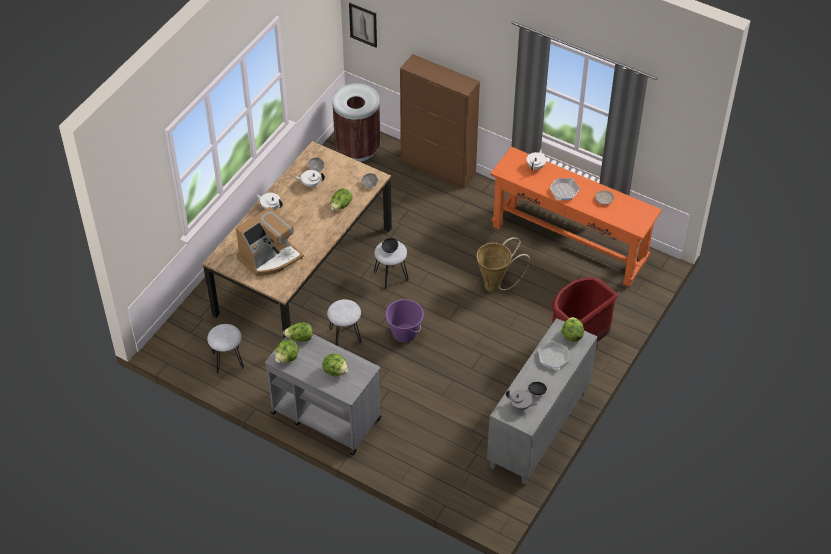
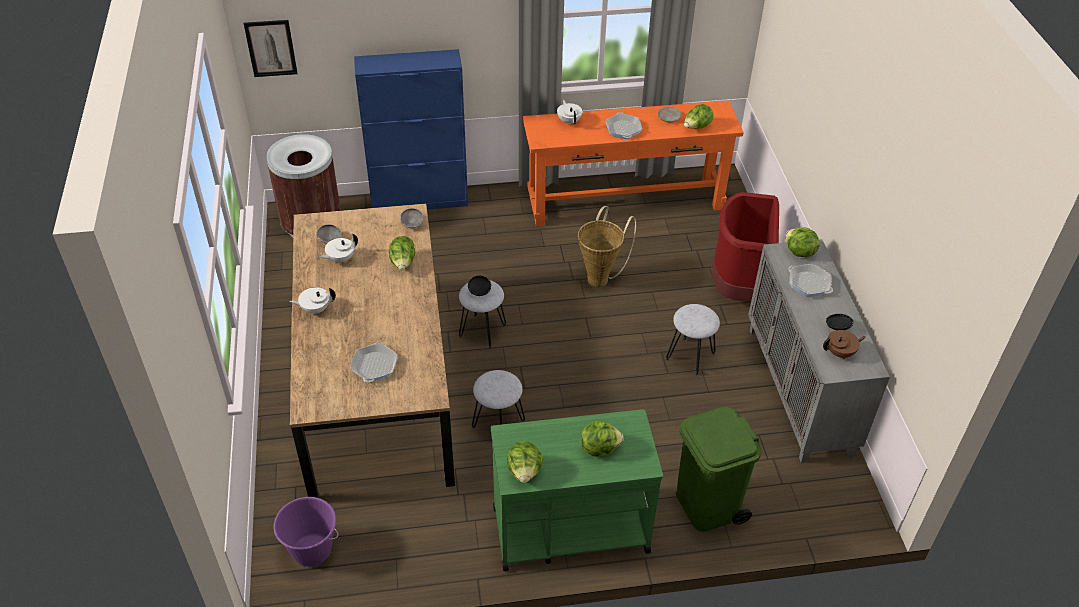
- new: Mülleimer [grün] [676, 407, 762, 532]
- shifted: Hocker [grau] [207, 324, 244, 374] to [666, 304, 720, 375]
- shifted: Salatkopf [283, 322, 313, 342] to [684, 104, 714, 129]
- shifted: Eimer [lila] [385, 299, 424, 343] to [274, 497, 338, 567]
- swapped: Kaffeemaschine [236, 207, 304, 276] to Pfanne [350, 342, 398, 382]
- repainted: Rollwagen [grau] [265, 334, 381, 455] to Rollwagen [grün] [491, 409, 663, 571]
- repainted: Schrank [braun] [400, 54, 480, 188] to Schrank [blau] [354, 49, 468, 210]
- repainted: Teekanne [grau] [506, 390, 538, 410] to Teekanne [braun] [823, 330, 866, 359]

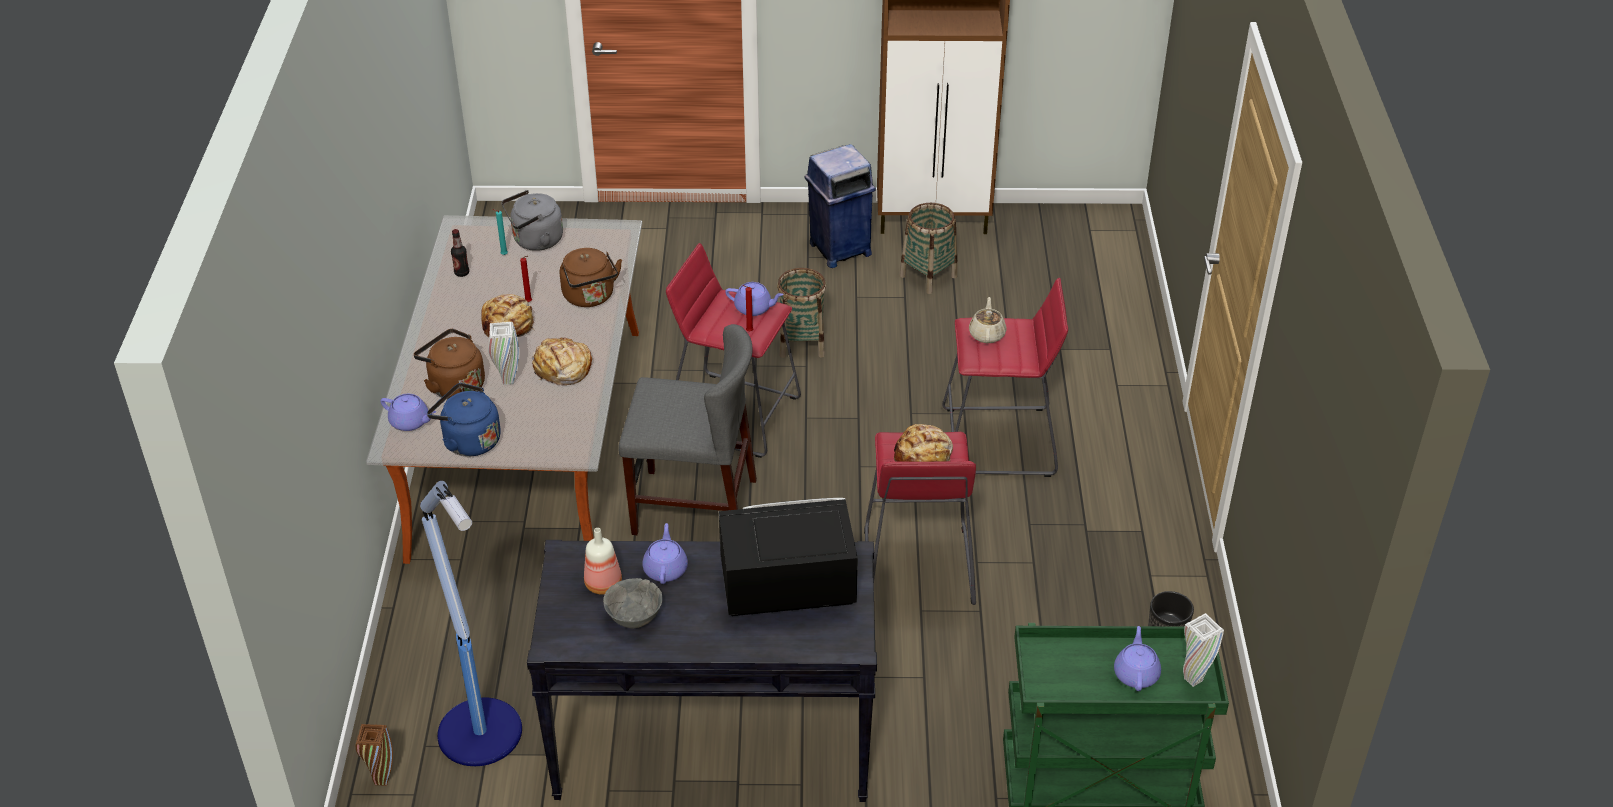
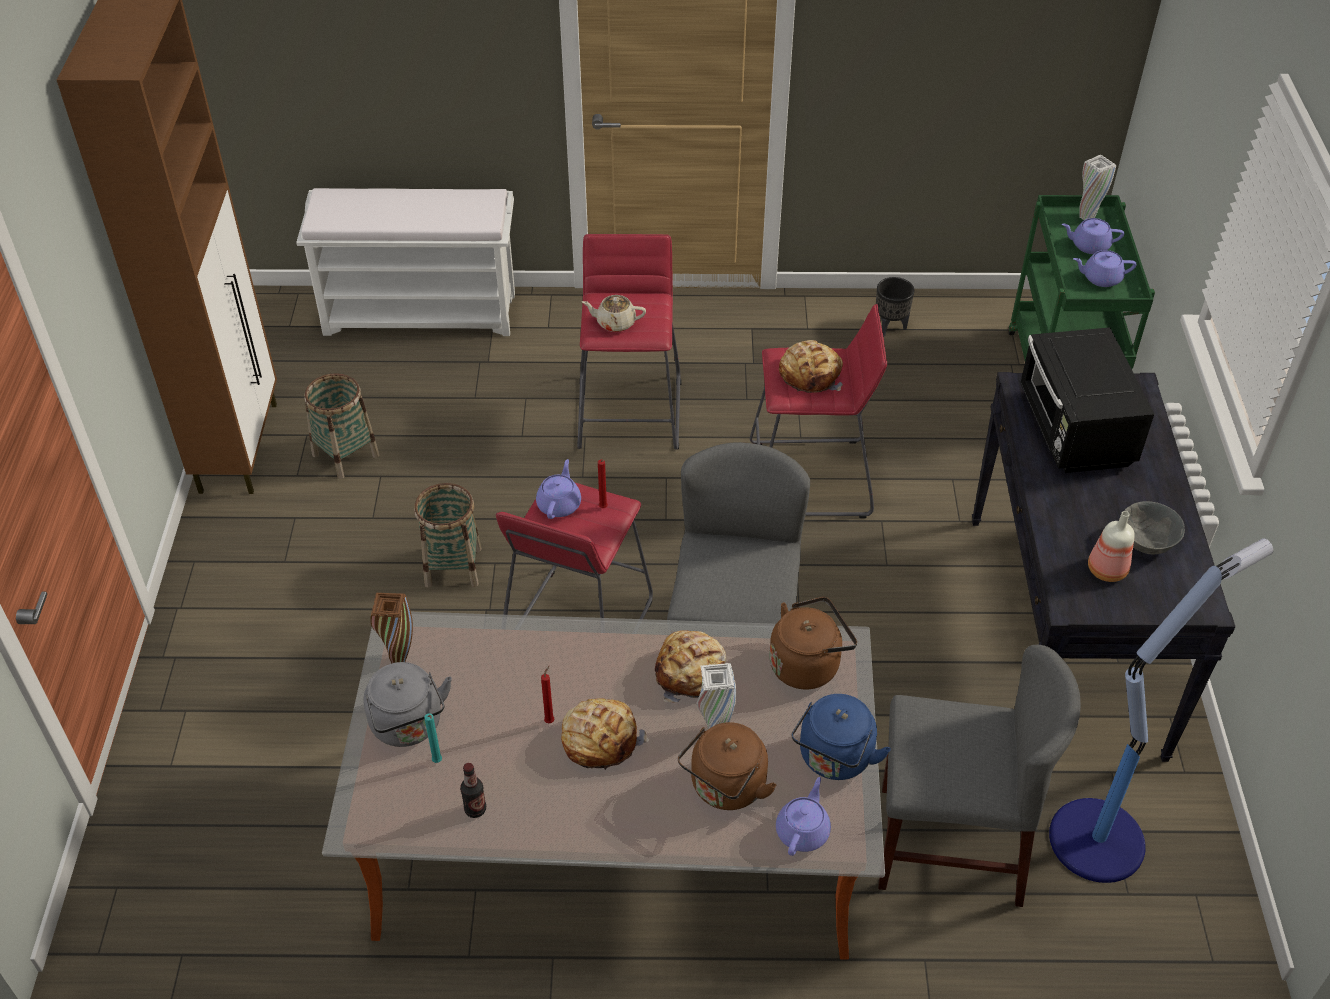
- gone: Mülleimer [blau] [804, 144, 876, 268]
- new: Bank [weiß] [296, 188, 515, 336]
- new: Stuhl [grau] [878, 645, 1081, 907]
- shifted: Vase [braun] [356, 724, 393, 786] to [371, 593, 413, 663]
- shifted: Wasserkessel [braun] [560, 248, 622, 307] to [769, 597, 857, 689]
- shifted: Teekanne [lila] [643, 523, 688, 584] to [1073, 250, 1136, 287]

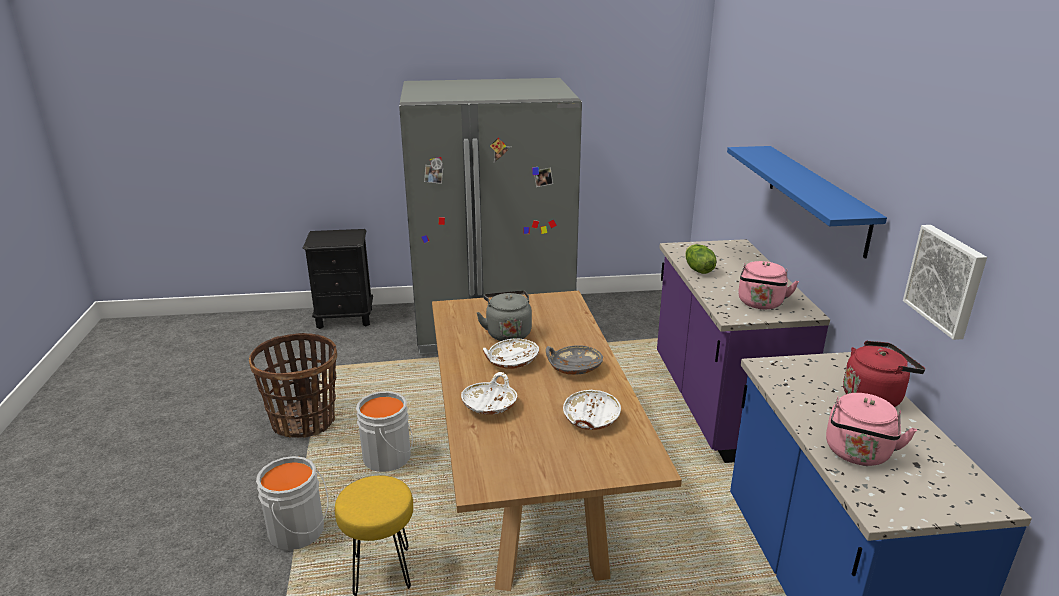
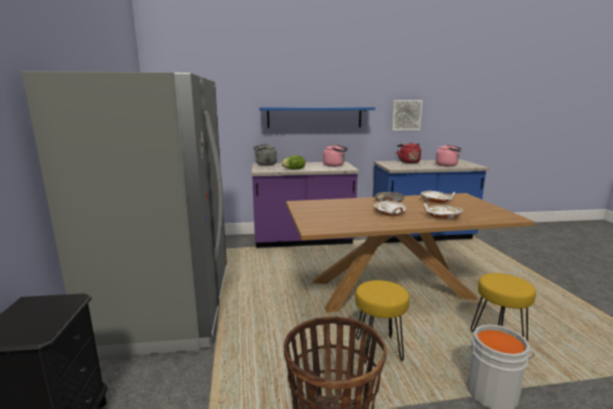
- shifted: Wasserkessel [grau] [477, 290, 532, 341] to [253, 144, 277, 166]
- swapped: Eimer [grau] [356, 391, 413, 472] to Hocker [gelb] [355, 280, 410, 364]

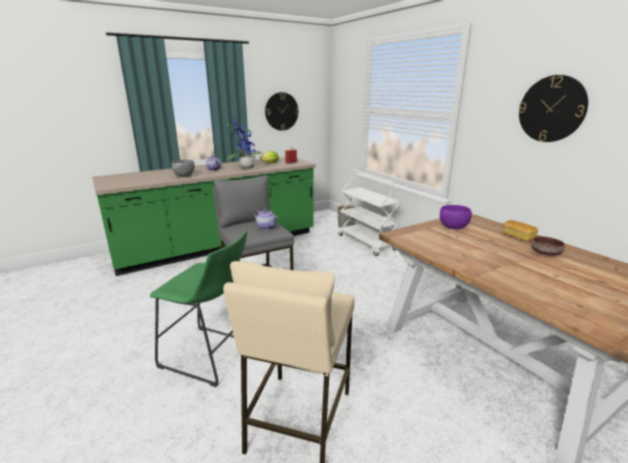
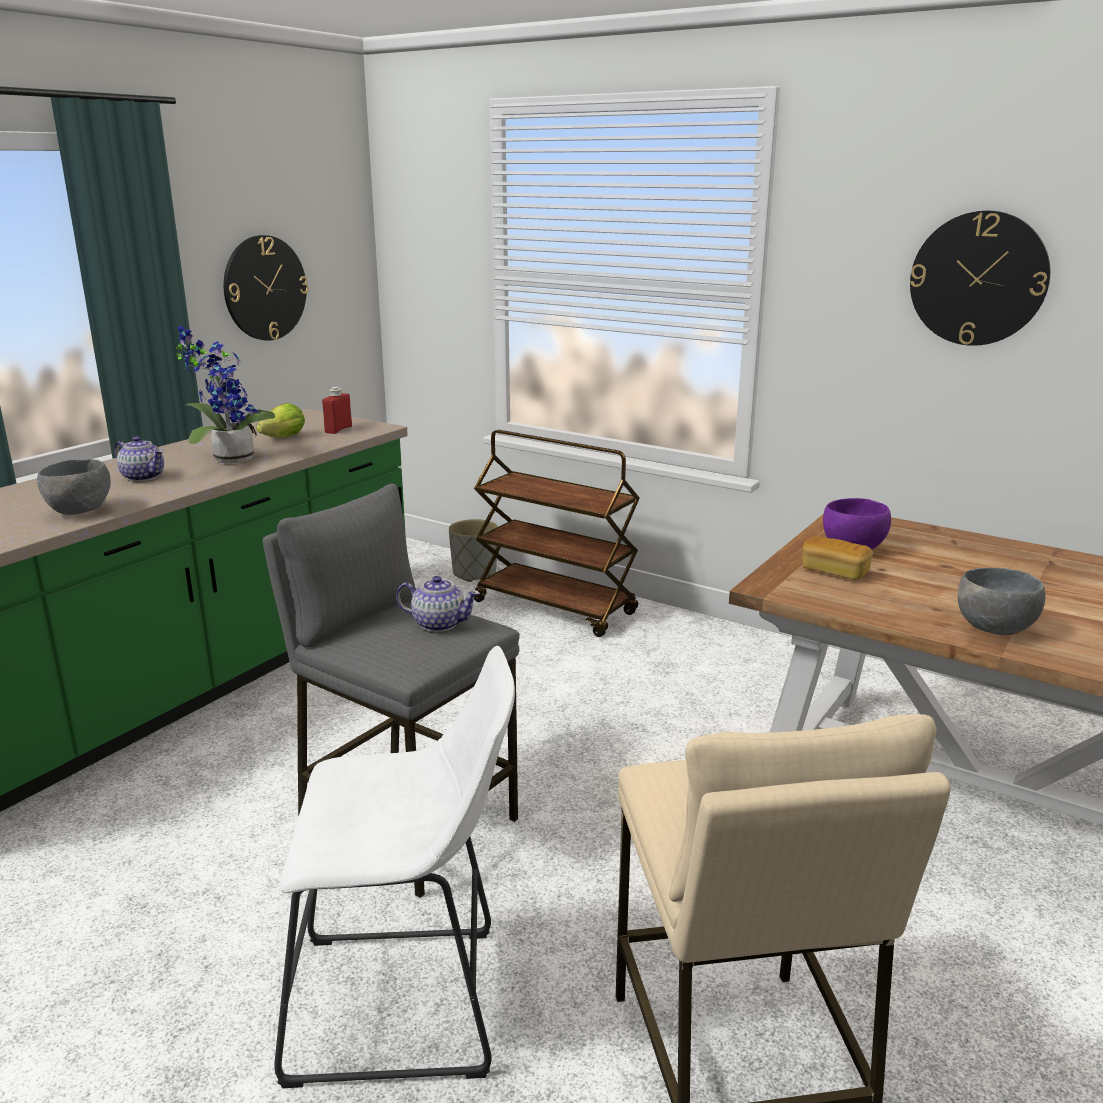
- gone: Schüssel [braun] [531, 236, 565, 255]
- new: Schüssel [grau] [958, 568, 1046, 635]
- shifted: Brot [503, 220, 538, 241] to [803, 536, 873, 580]
- repainted: Hocker [grün] [150, 230, 247, 387] to Hocker [weiß] [274, 646, 515, 1088]
- repainted: Rollwagen [weiß] [339, 170, 401, 256] to Rollwagen [braun] [474, 430, 640, 637]

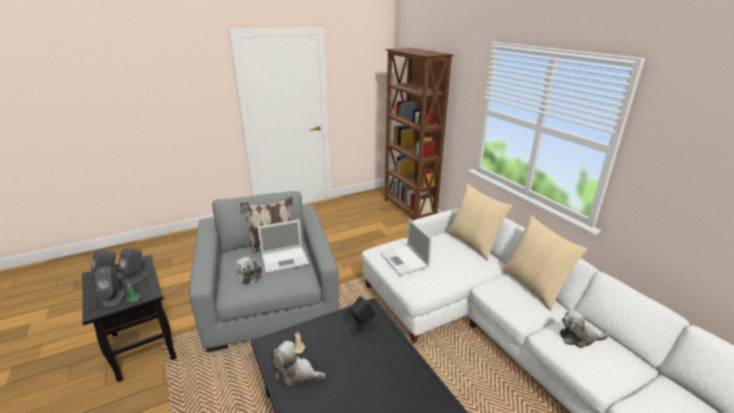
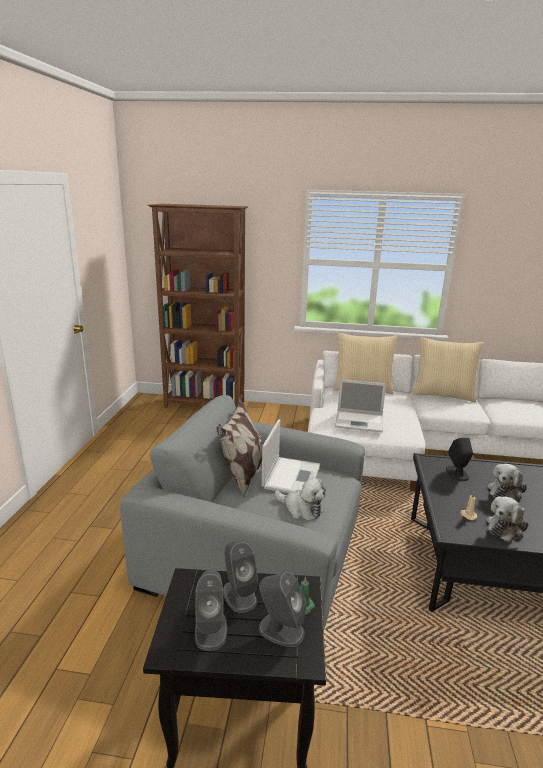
- shifted: Plüschtier [560, 310, 609, 348] to [488, 464, 527, 500]

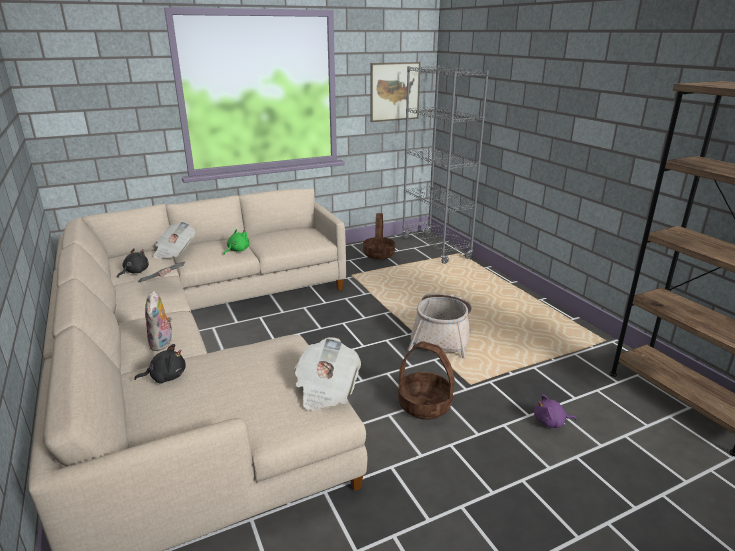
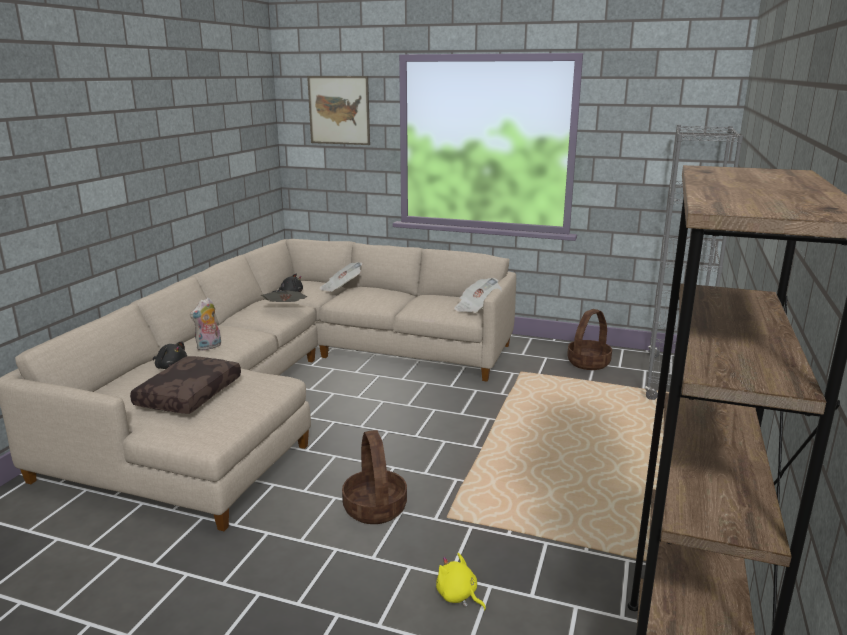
- gone: Plüschtier [grün] [224, 229, 249, 254]
- gone: Korb [408, 293, 472, 359]
- new: Kissen [braun] [130, 356, 241, 414]
- shifted: Zeitung [294, 337, 361, 410] to [454, 278, 502, 313]
- shifted: Bild [371, 62, 421, 122] to [307, 76, 370, 145]
- repainted: Plüschtier [lila] [534, 394, 576, 428] to Plüschtier [gelb] [436, 553, 486, 610]

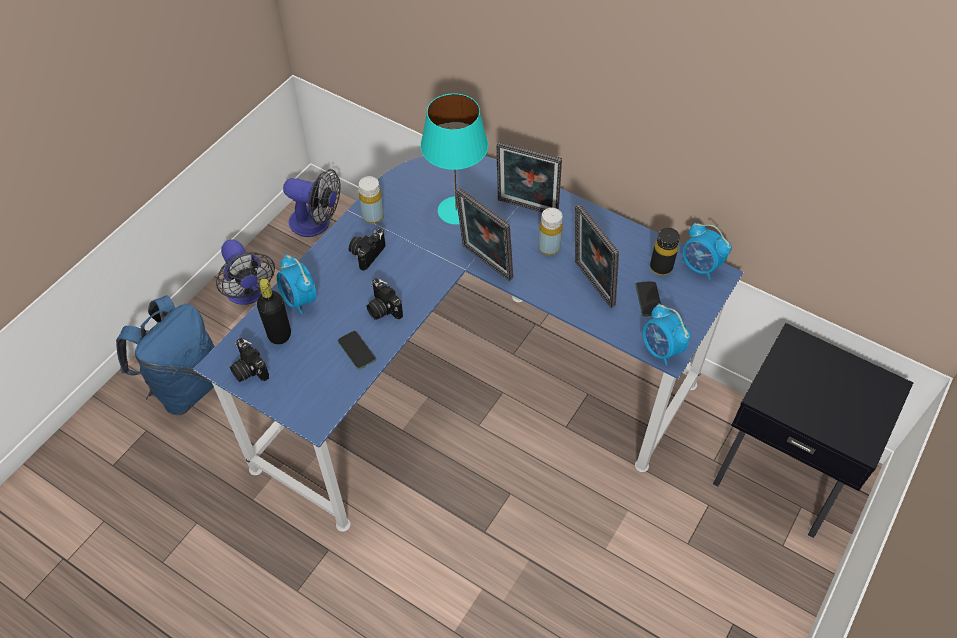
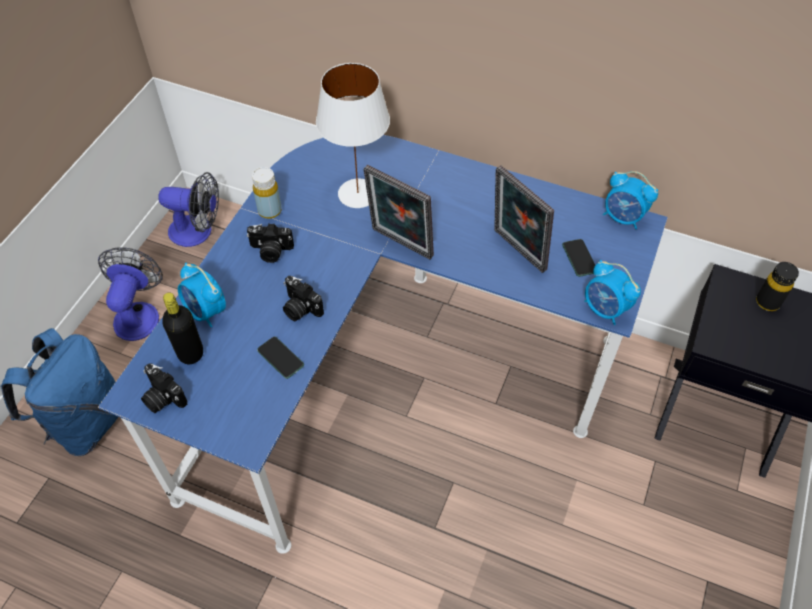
- gone: Bilderrahmen [496, 141, 562, 213]
- gone: Flasche [gelb] [538, 208, 563, 255]
- shifted: Flasche [schwarz] [650, 228, 680, 275] to [756, 262, 799, 311]
- repainted: Tischlampe [türkis] [420, 93, 488, 225] to Tischlampe [weiß] [316, 63, 390, 208]
- rotated: Ventilator [216, 239, 275, 305] = [98, 247, 163, 341] 135 degrees counterclockwise
- rotated: Kamera [349, 228, 385, 271] = [247, 223, 294, 263] 105 degrees counterclockwise

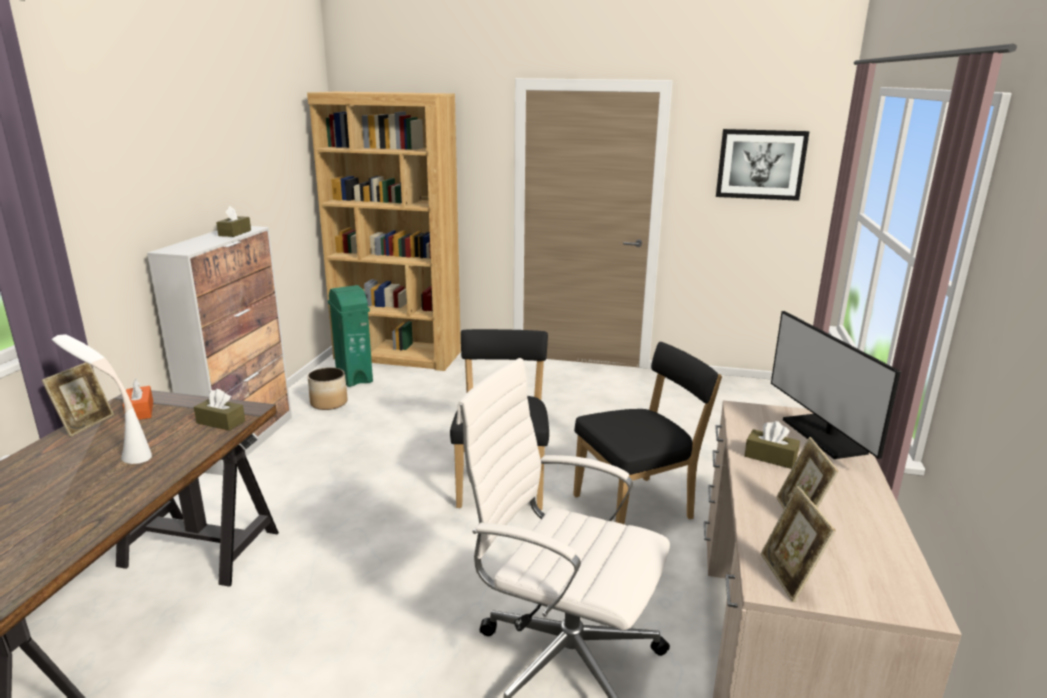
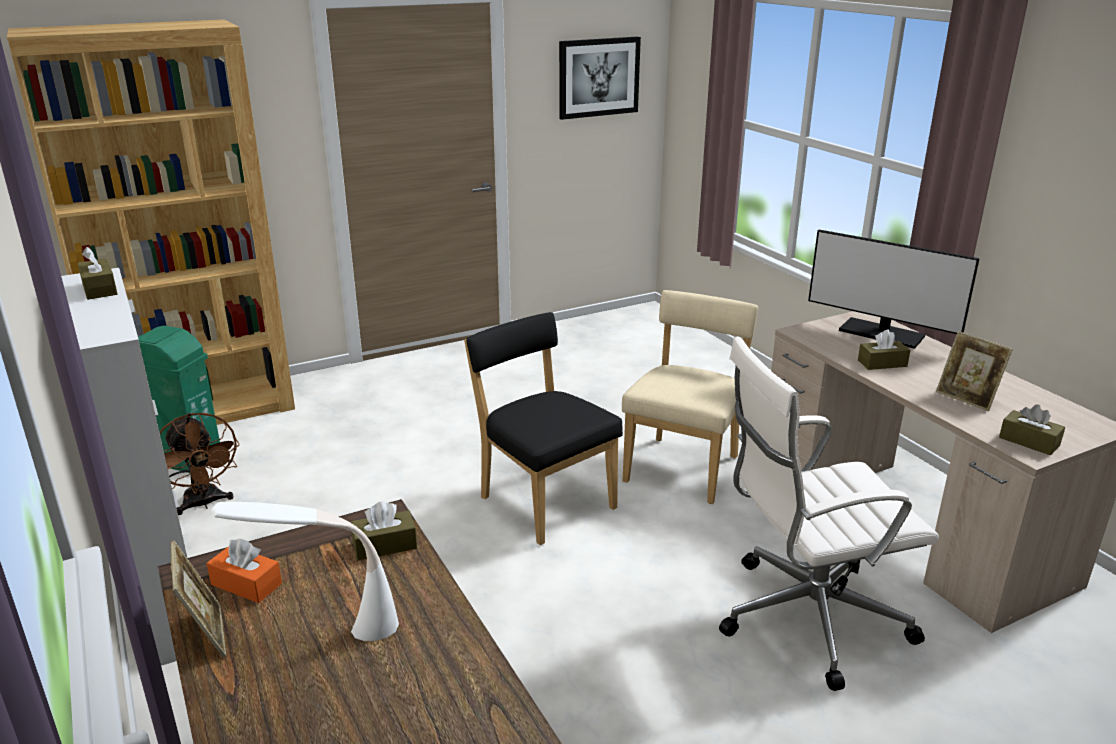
- swapped: Pflanzkübel [307, 367, 348, 410] to Ventilator [braun] [159, 413, 240, 515]
- swapped: Bilderrahmen [761, 486, 836, 602] to Taschentuchbox [braun] [999, 404, 1065, 455]
- repainted: Stuhl [schwarz] [573, 342, 722, 524] to Stuhl [beige] [622, 290, 758, 504]

